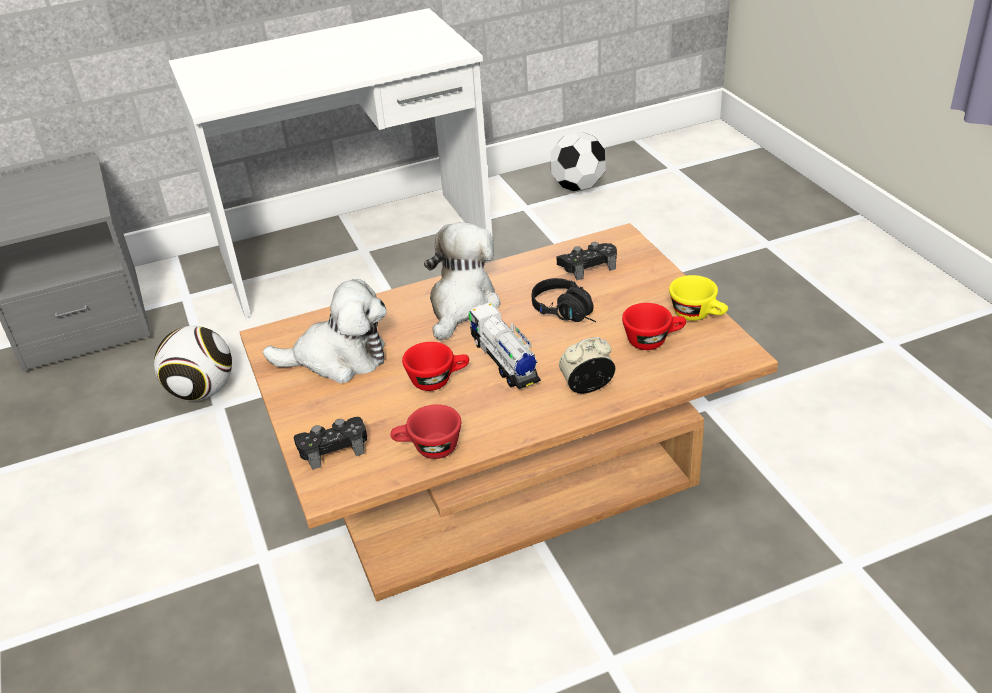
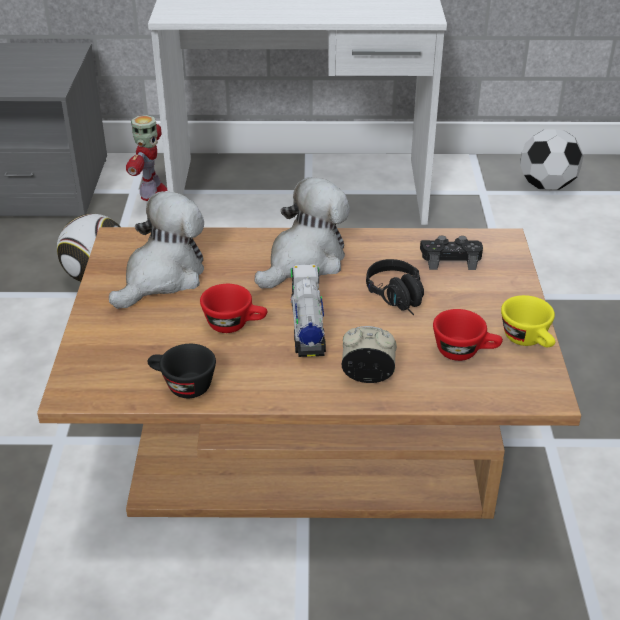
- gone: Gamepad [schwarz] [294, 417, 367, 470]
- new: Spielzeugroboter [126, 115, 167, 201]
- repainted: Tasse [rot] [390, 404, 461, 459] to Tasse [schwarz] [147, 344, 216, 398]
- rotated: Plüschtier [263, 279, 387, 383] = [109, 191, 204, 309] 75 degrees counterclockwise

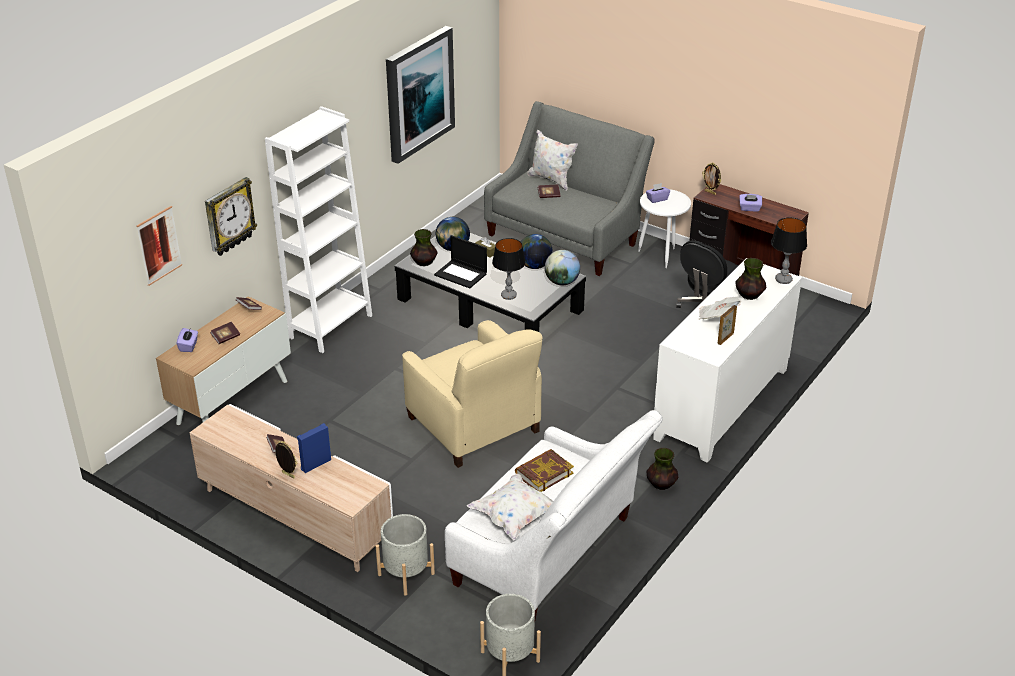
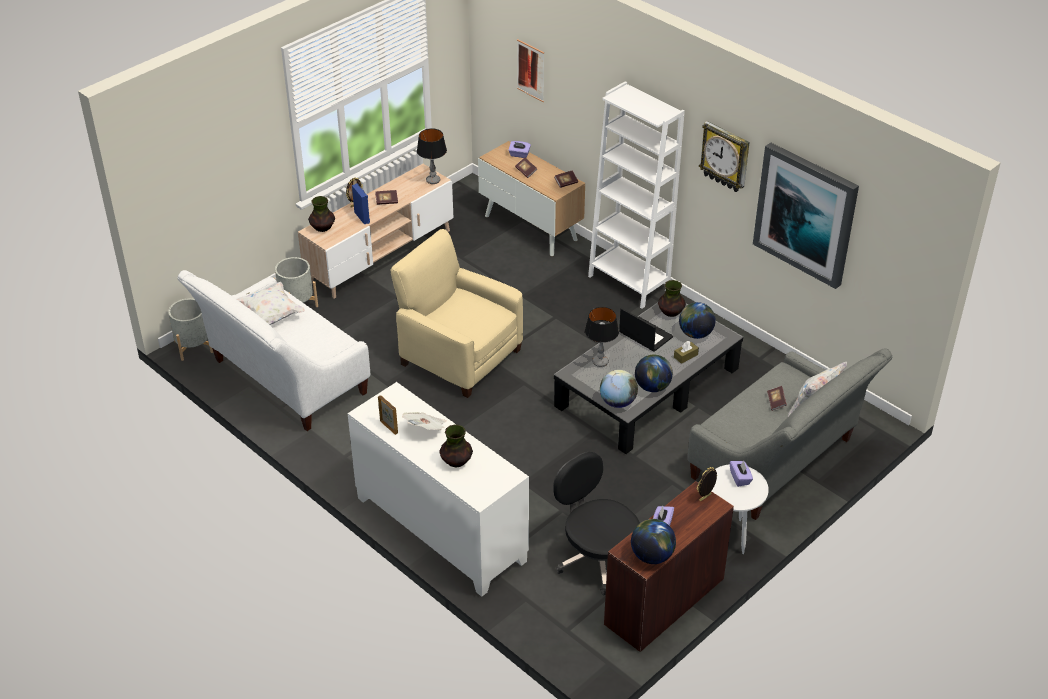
- gone: Buch [515, 449, 574, 492]
- new: Globus [631, 519, 676, 564]
- shifted: Wanduhr [205, 177, 257, 256] to [699, 121, 750, 192]
- shifted: Vase [647, 448, 678, 490] to [308, 196, 335, 232]
- shifted: Tischlampe [771, 218, 807, 284] to [417, 128, 447, 184]
- rotated: Sessel [beige] [402, 320, 543, 468] = [391, 229, 523, 398] 60 degrees clockwise
- rotated: Laptop [434, 235, 487, 288] = [619, 308, 673, 352] 90 degrees clockwise

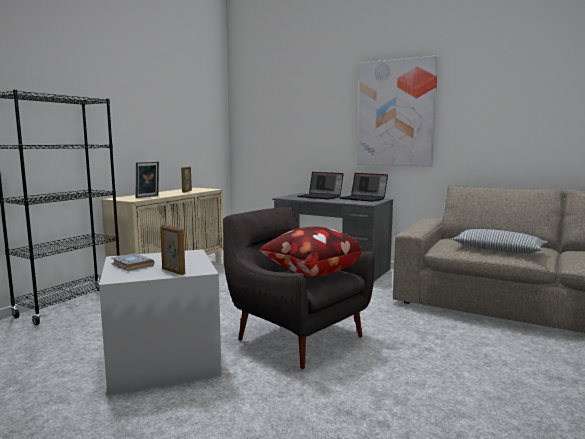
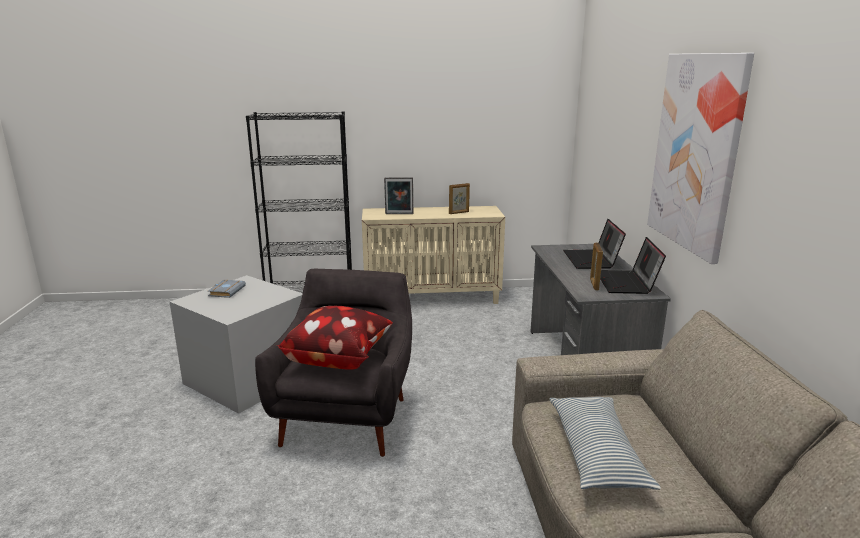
- shifted: Bilderrahmen [160, 225, 185, 275] to [590, 243, 603, 290]

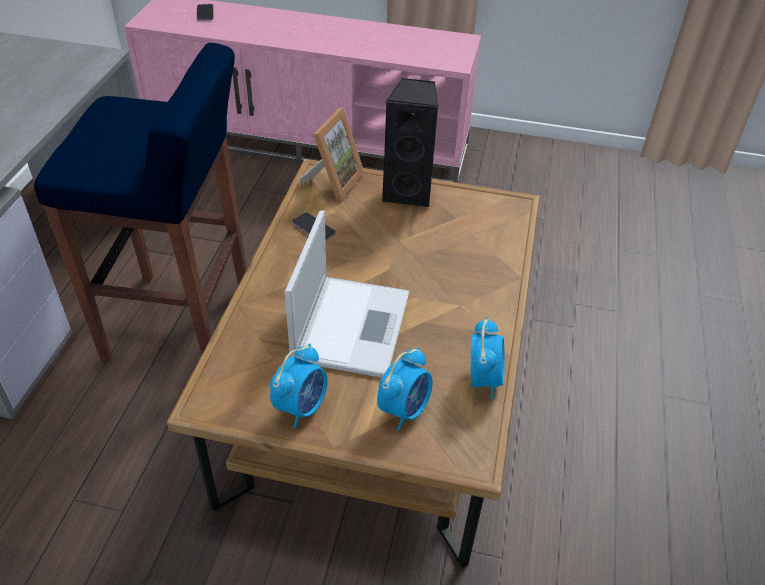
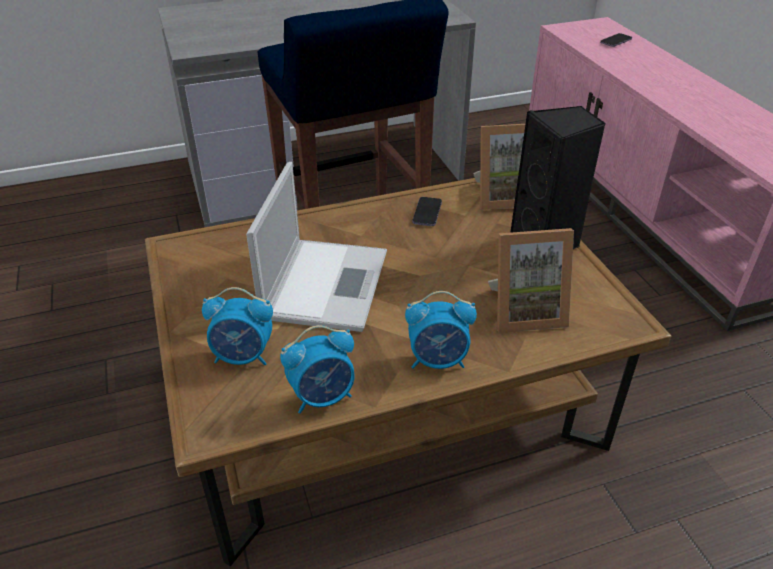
- new: Bilderrahmen [488, 228, 574, 333]
- shifted: Wecker [270, 344, 327, 428] to [405, 291, 477, 369]
- rotated: Laptop [285, 210, 410, 378] = [246, 162, 387, 332] 60 degrees counterclockwise

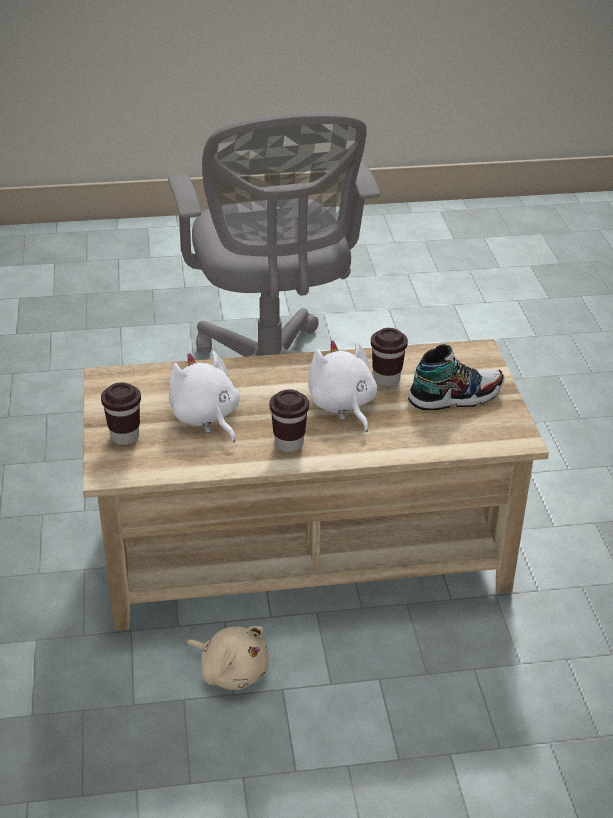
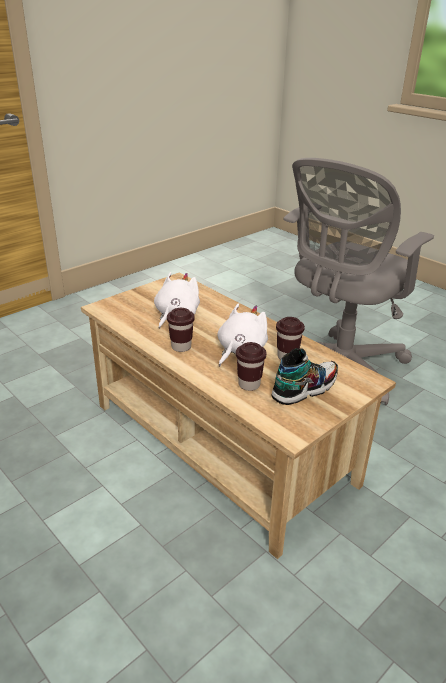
- gone: Plüschtier [beige] [186, 626, 269, 690]
- shifted: Tasse [braun] [101, 382, 141, 445] to [236, 342, 266, 391]
- rotated: Schuh [408, 344, 505, 410] = [272, 348, 338, 405] 75 degrees counterclockwise

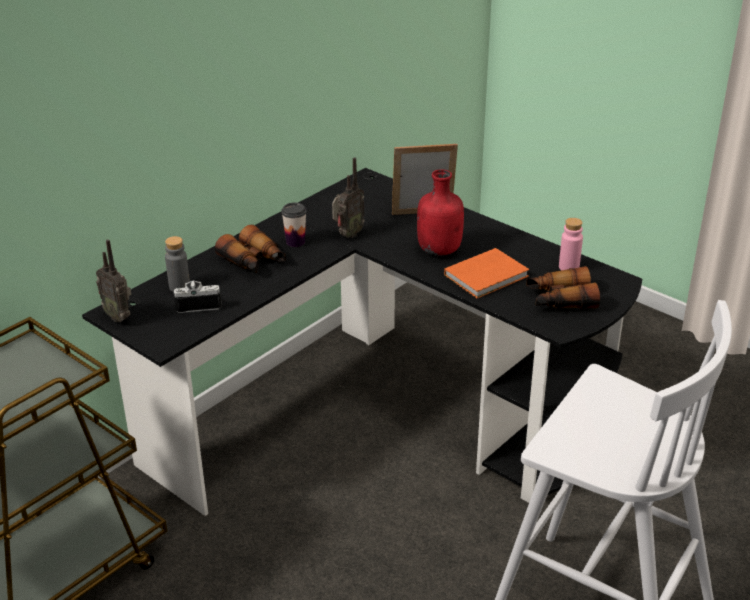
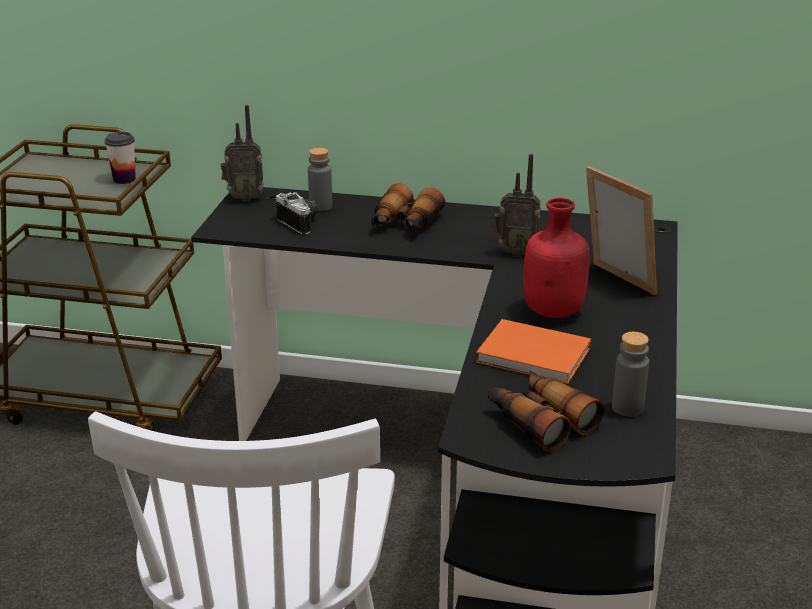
- shifted: Tasse [281, 203, 307, 247] to [104, 132, 136, 184]
- repainted: Flasche [rosa] [559, 218, 583, 270] to Flasche [grau] [612, 332, 649, 417]
- rotated: Radio [96, 239, 132, 322] = [221, 105, 264, 201] 105 degrees counterclockwise

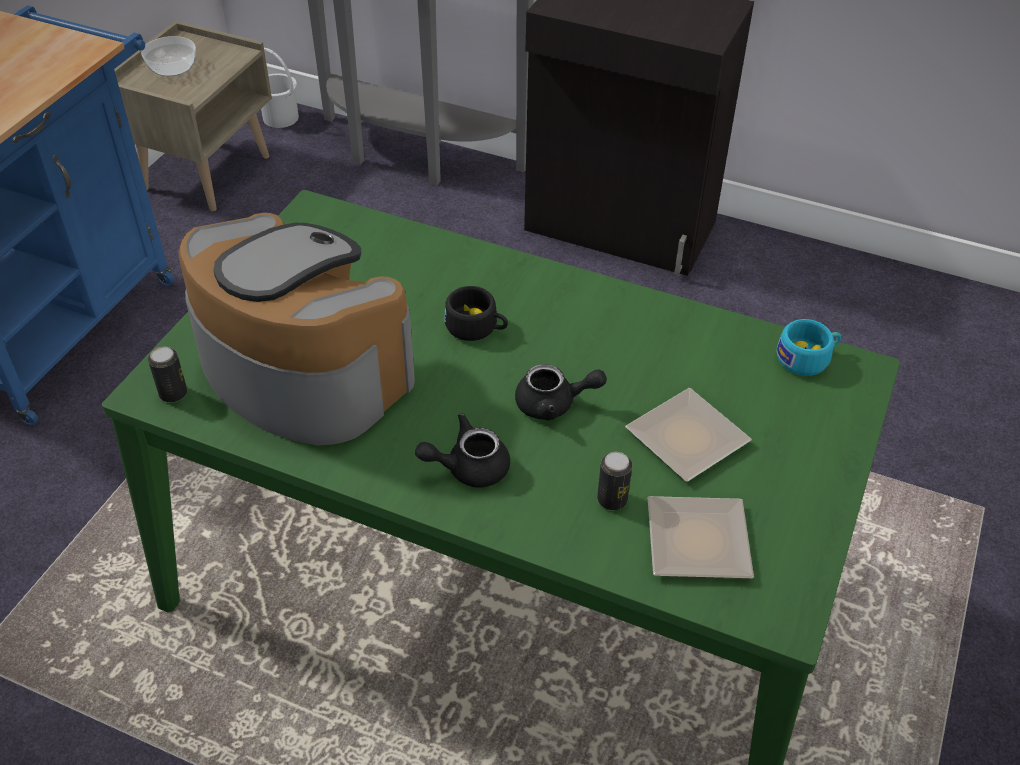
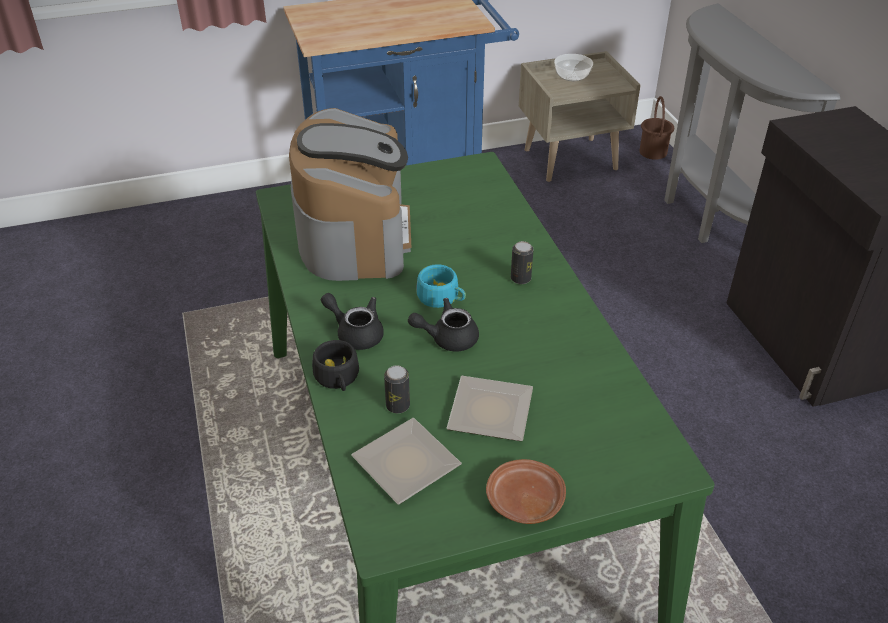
- new: Teller [braun] [486, 459, 566, 524]
- shifted: Dose [148, 346, 187, 402] to [511, 241, 534, 284]
- shifted: Tasse [schwarz] [445, 286, 508, 341] to [312, 340, 359, 391]
- shifted: Tasse [türkis] [776, 319, 841, 376] to [416, 264, 466, 308]
- repainted: Eimer [weiß] [261, 48, 299, 128] to Eimer [braun] [639, 96, 674, 160]
- rotated: Teekanne [schwarz] [515, 364, 607, 420] = [408, 298, 479, 352] 120 degrees clockwise

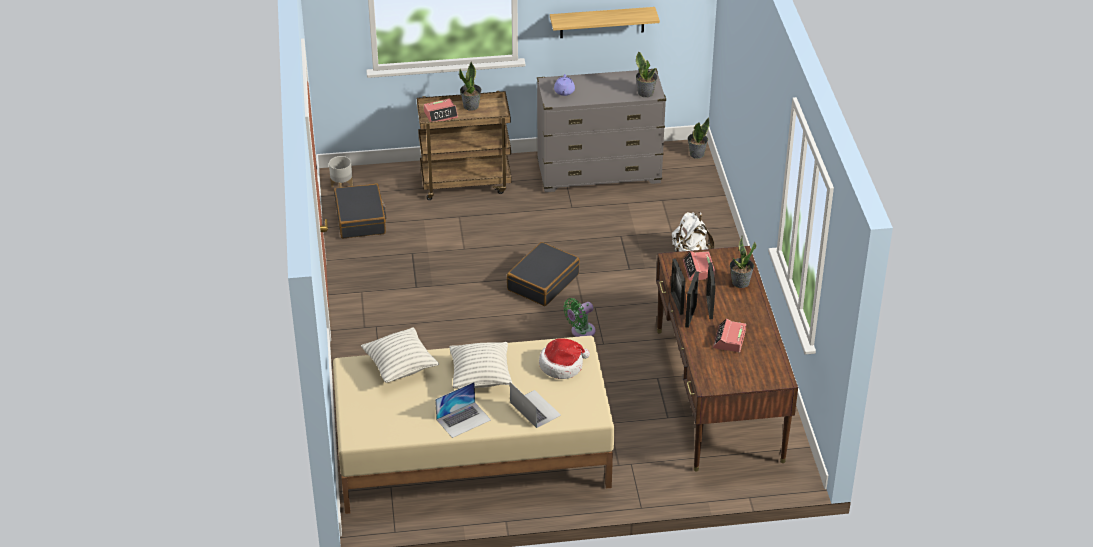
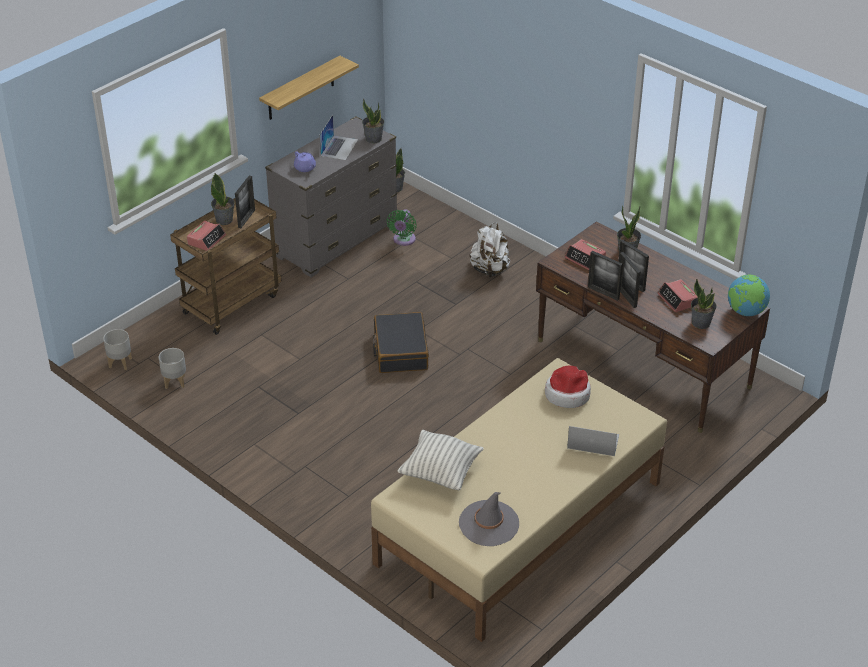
- gone: Kissen [449, 342, 512, 389]
- new: Bilderrahmen [235, 176, 255, 228]
- new: Hut [grau] [459, 492, 519, 546]
- new: Topfpflanze [691, 279, 717, 329]
- new: Globus [728, 275, 770, 316]
- shifted: Laptop [435, 382, 491, 438] to [319, 115, 358, 160]
- shifted: Ventilator [grün] [563, 298, 596, 337] to [387, 209, 417, 246]
- swapped: Koffer [schwarz] [334, 184, 386, 239] to Pflanzkübel [grau] [159, 348, 186, 389]

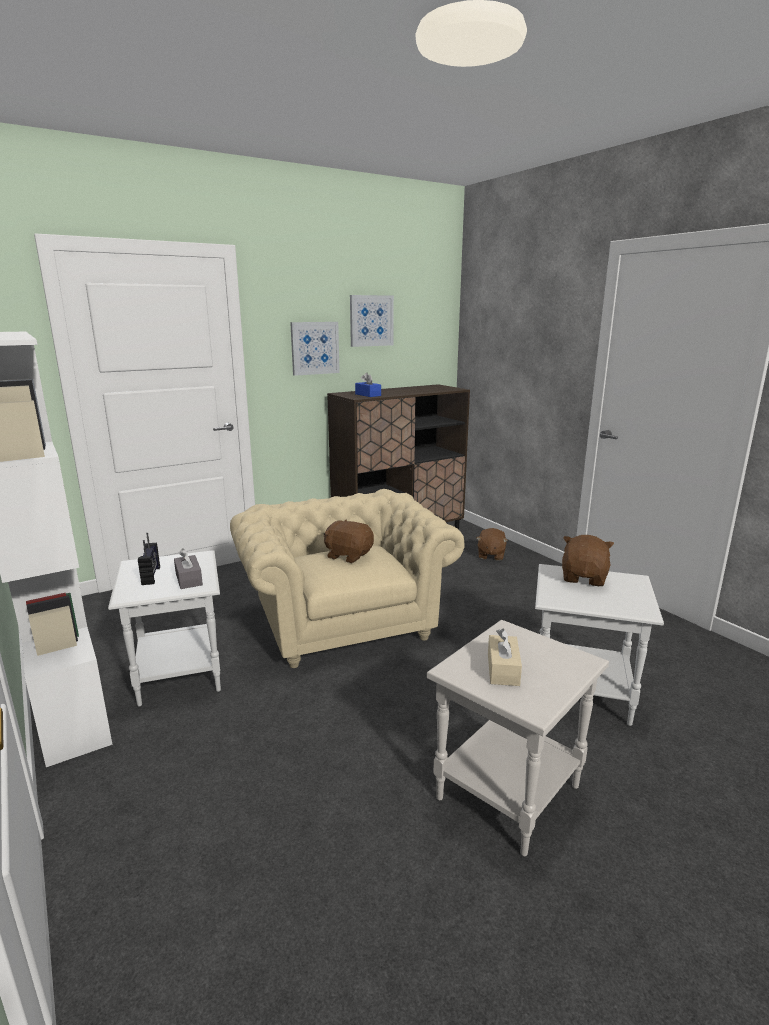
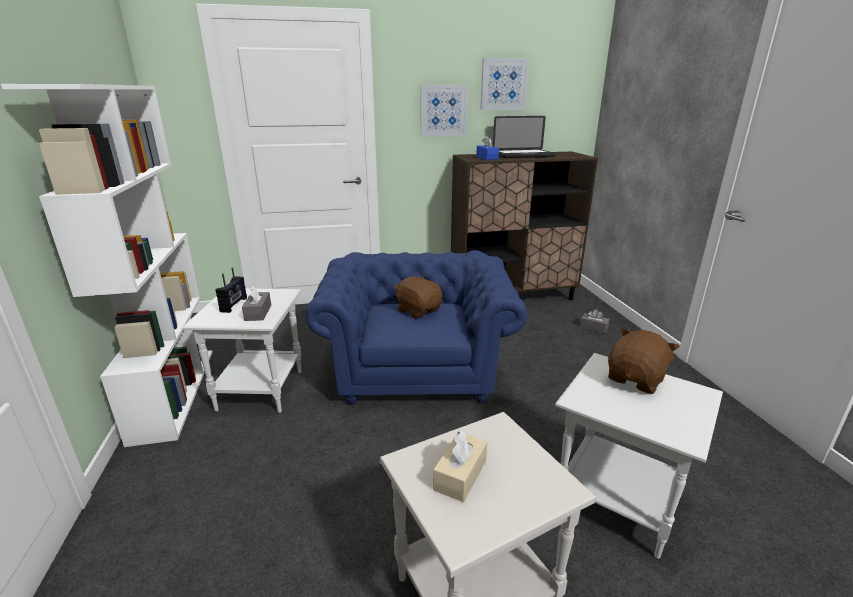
- new: Laptop [493, 116, 556, 158]
- swapped: Plüschtier [braun] [477, 528, 508, 561] to Taschentuchbox [grau] [580, 309, 610, 334]
- repainted: Sessel [beige] [230, 489, 464, 668] to Sessel [blau] [306, 250, 527, 405]

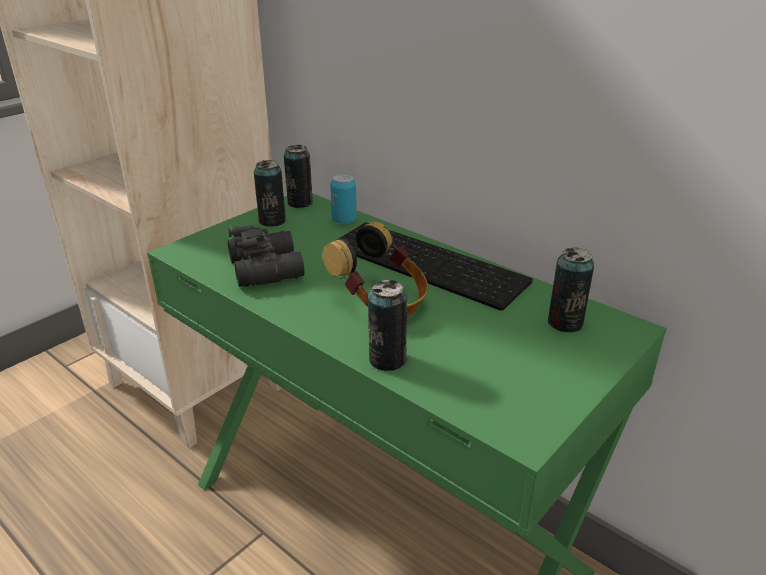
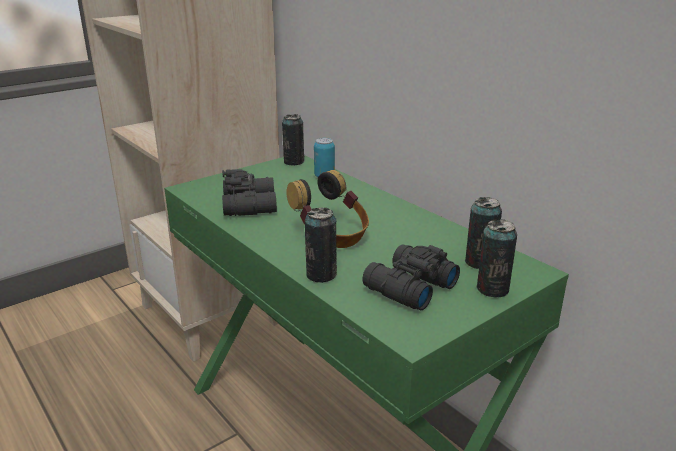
- gone: Tastatur [335, 222, 533, 311]
- new: Fernglas [schwarz] [362, 244, 460, 311]
- shifted: Dose [254, 160, 286, 227] to [476, 219, 517, 298]

